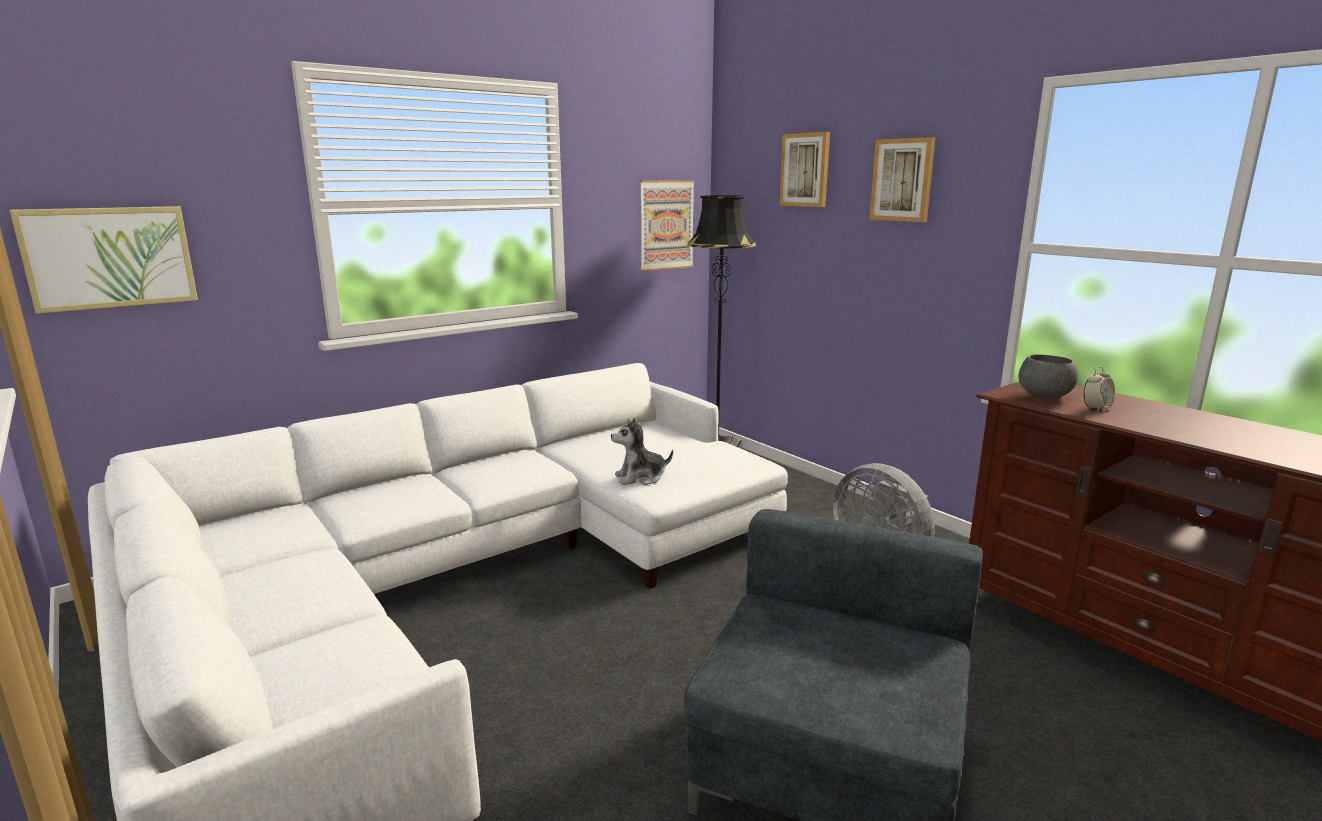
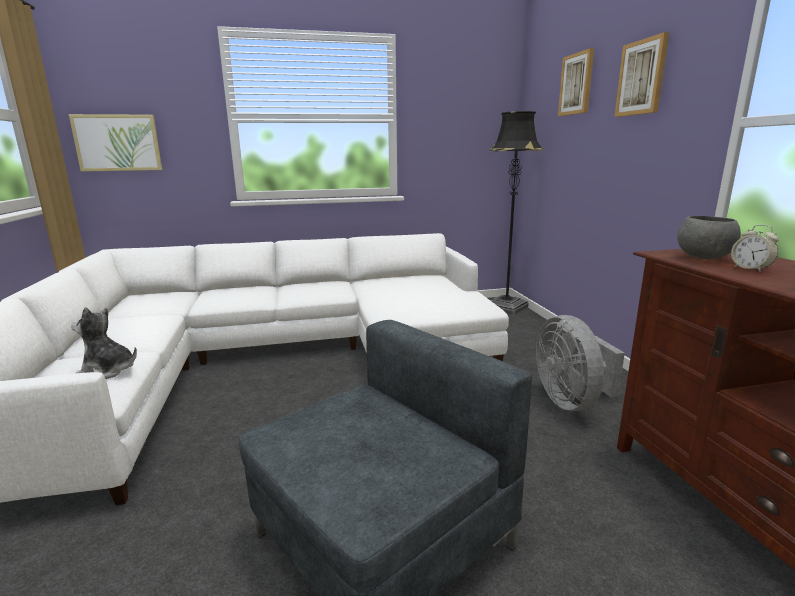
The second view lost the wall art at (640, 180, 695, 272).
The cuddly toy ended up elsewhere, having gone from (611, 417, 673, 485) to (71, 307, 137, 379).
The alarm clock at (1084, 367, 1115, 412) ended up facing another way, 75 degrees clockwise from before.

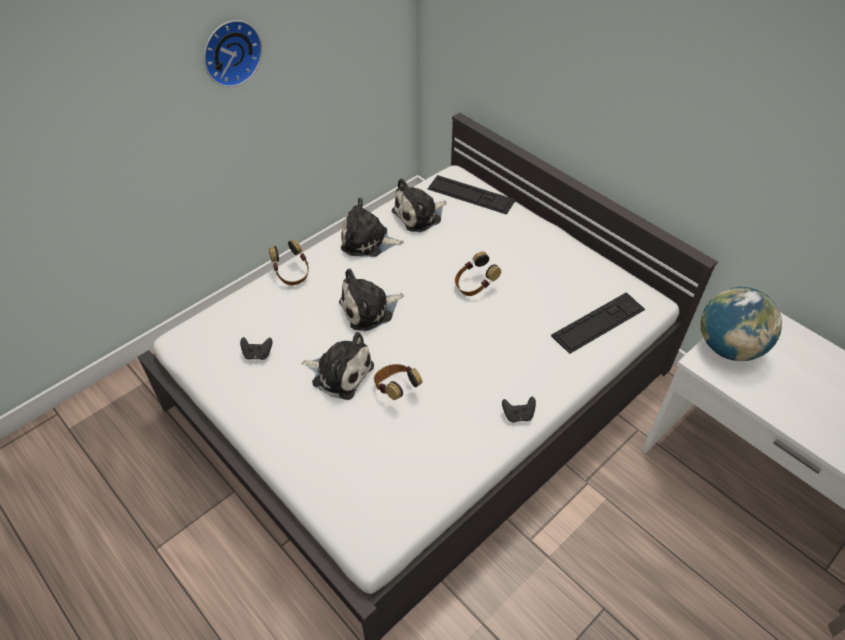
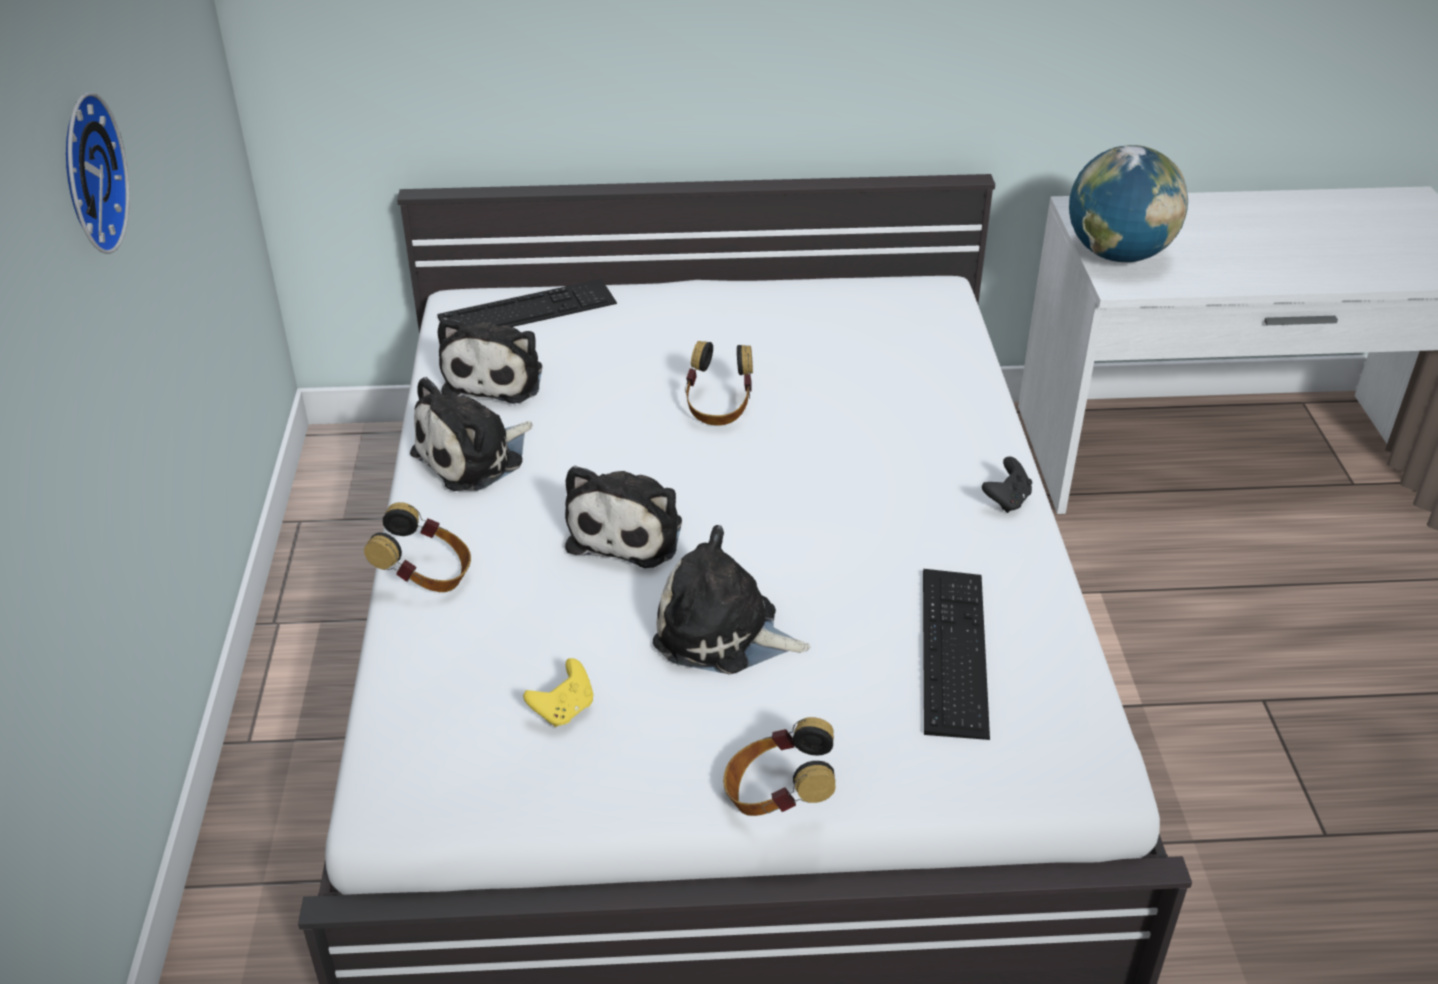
The headset ended up elsewhere, having gone from (374, 364, 422, 400) to (723, 717, 836, 816).
The PC keyboard ended up elsewhere, having gone from (551, 292, 645, 354) to (923, 569, 990, 740).
What was the blackish gamepad at (240, 337, 272, 360) turned into the yellow-coloured gamepad at (523, 658, 593, 727).
The cuddly toy at (301, 332, 374, 400) ended up facing another way, 135 degrees counterclockwise from before.

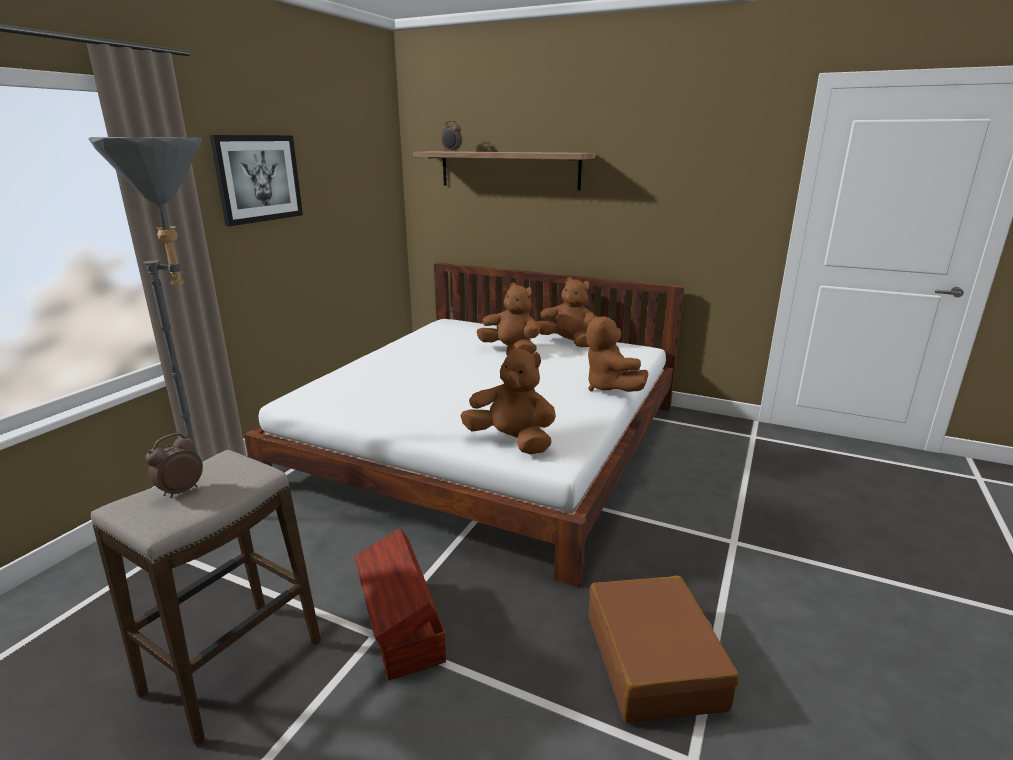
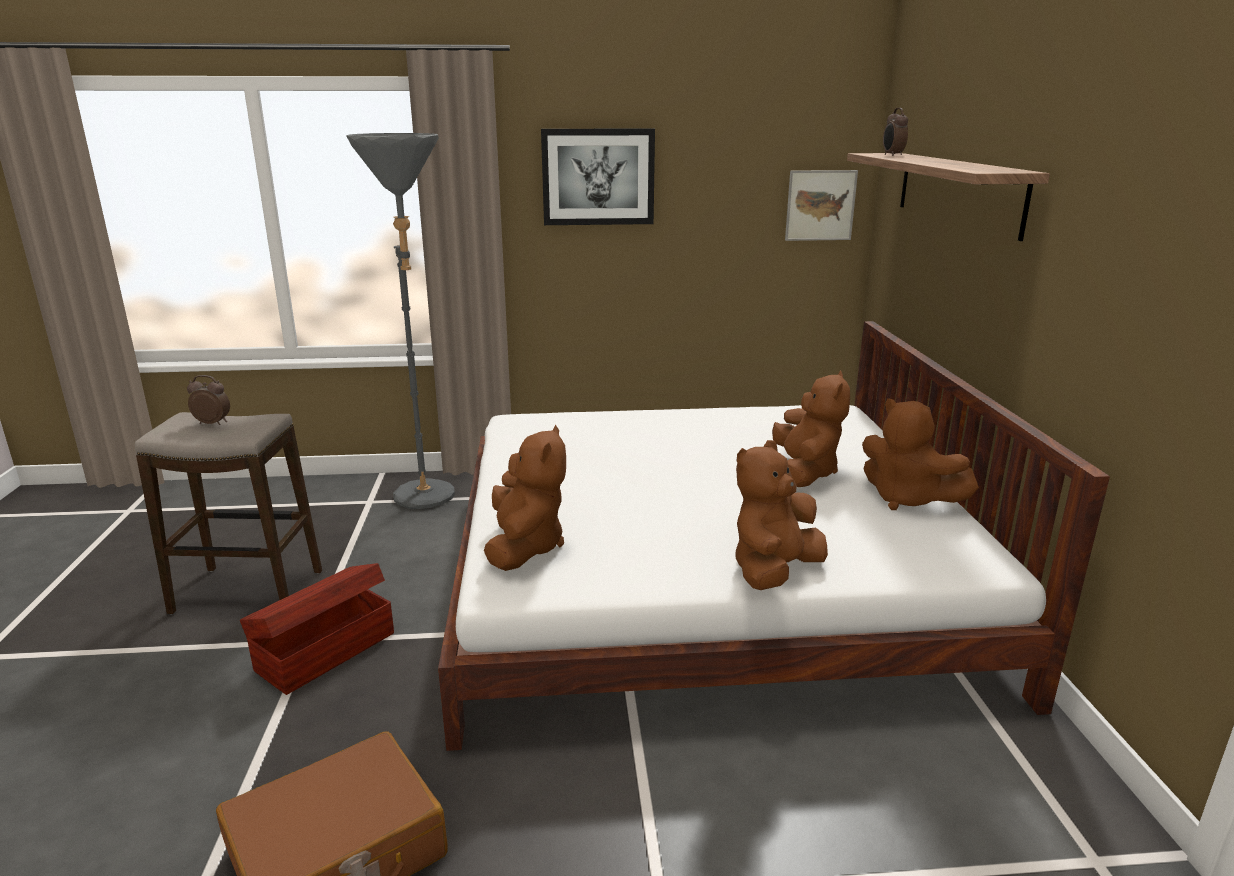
The second view gained the wall art at (785, 170, 858, 241).
The brown cuddly toy at (537, 277, 597, 347) ended up facing another way, 135 degrees clockwise from before.

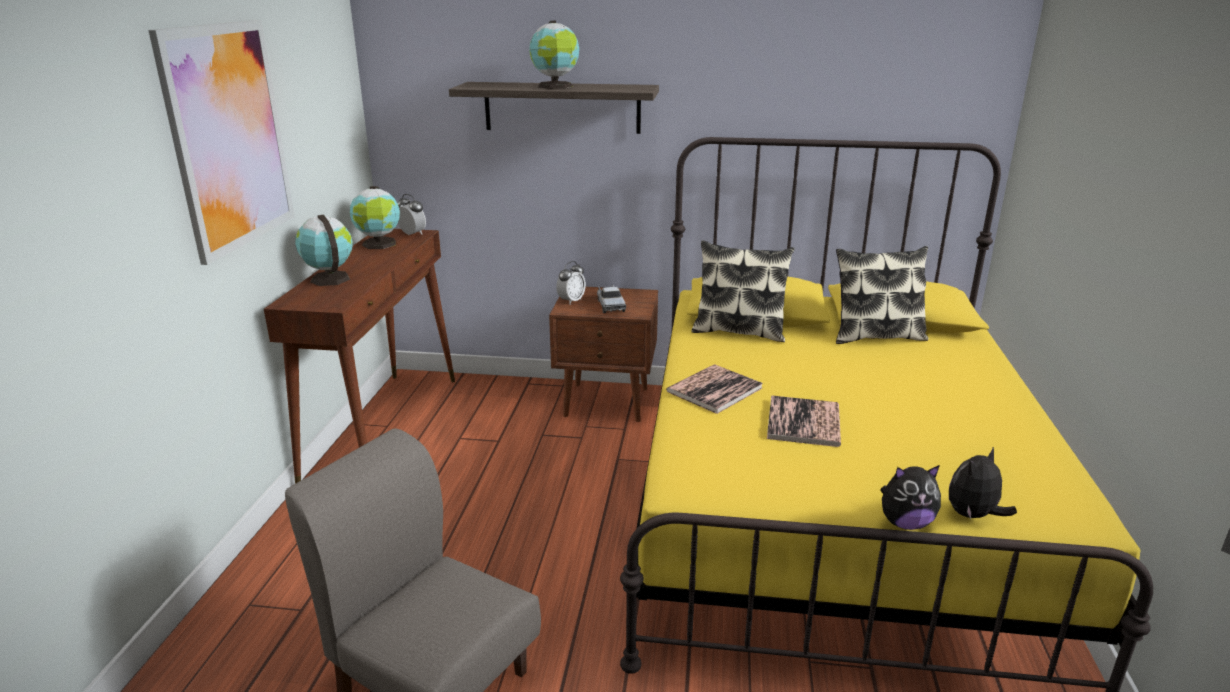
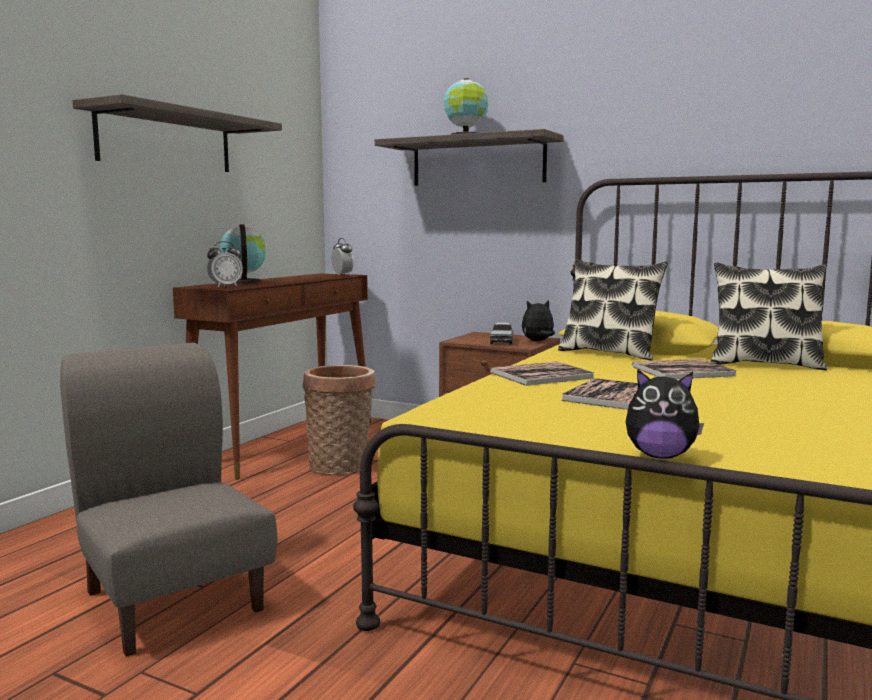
The second view lost the globe at (350, 186, 400, 249).
The second view gained the basket at (303, 365, 375, 476).
The second view gained the bound book at (632, 359, 737, 379).
The alarm clock ended up elsewhere, having gone from (557, 261, 586, 305) to (207, 241, 243, 287).
The cuddly toy ended up elsewhere, having gone from (949, 447, 1017, 519) to (522, 300, 555, 341).
Where the wall art hung at (148, 20, 295, 265), the bracket shelf came to hang at (73, 94, 282, 172).

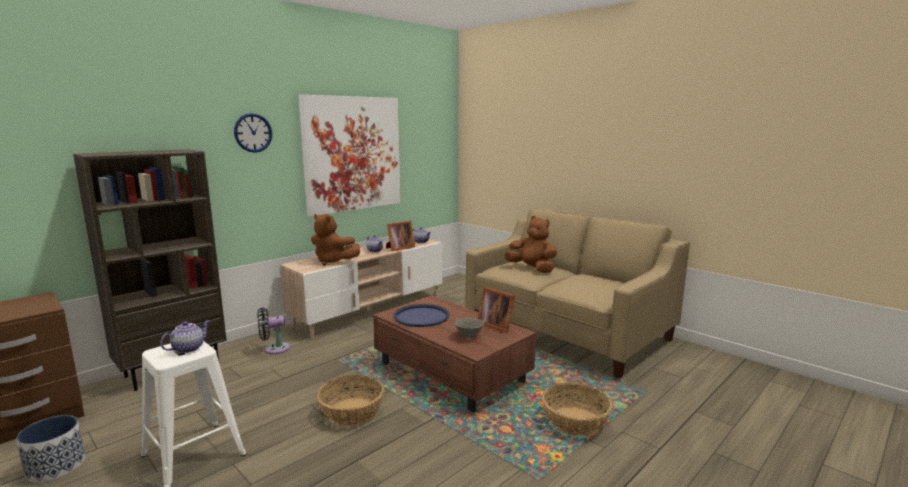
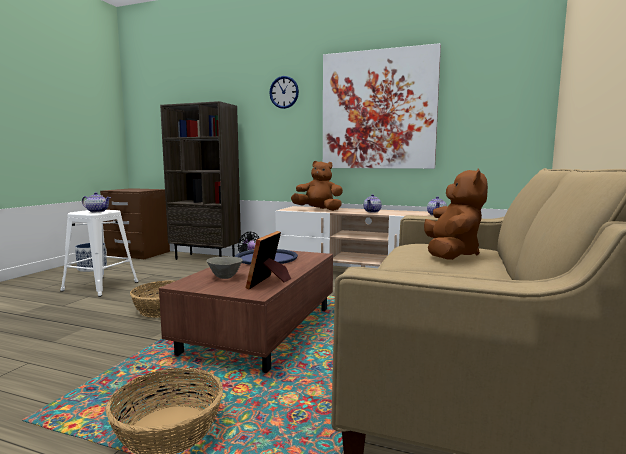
The second view lost the picture frame at (386, 221, 415, 251).
The brown cuddly toy at (311, 214, 360, 266) ended up facing another way, 105 degrees clockwise from before.

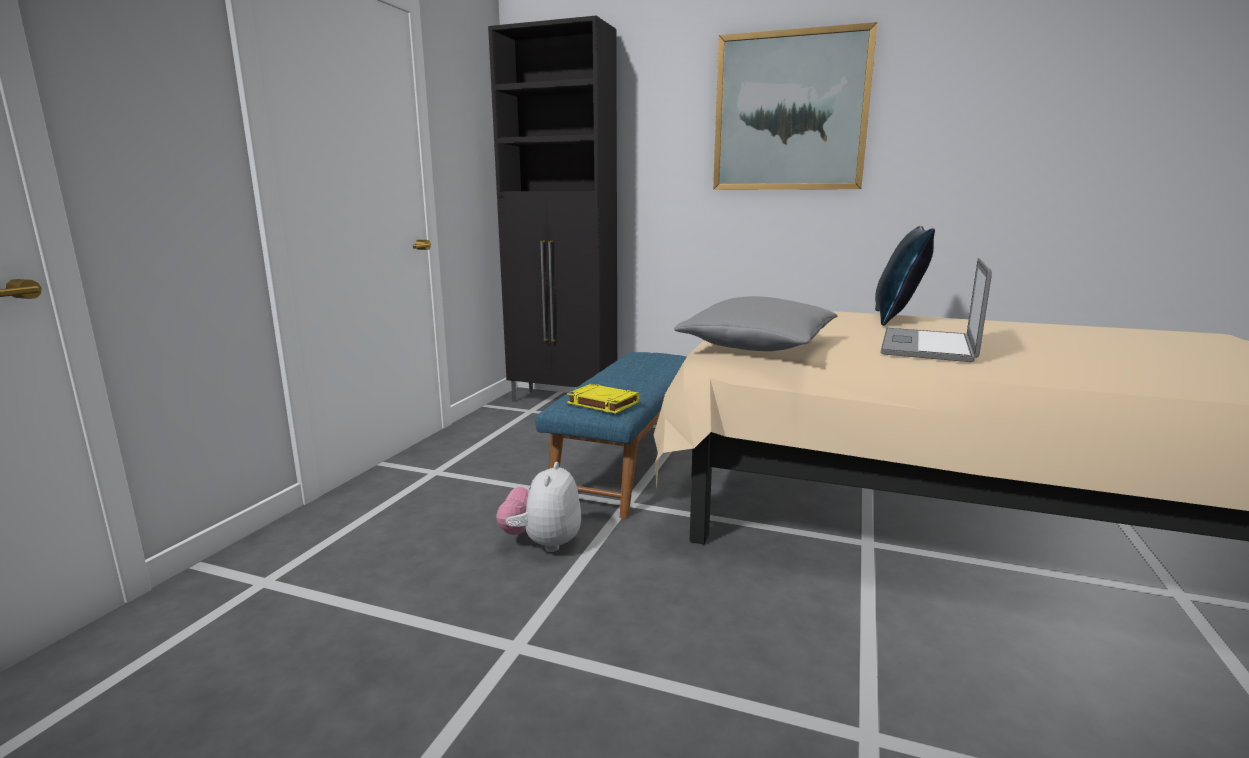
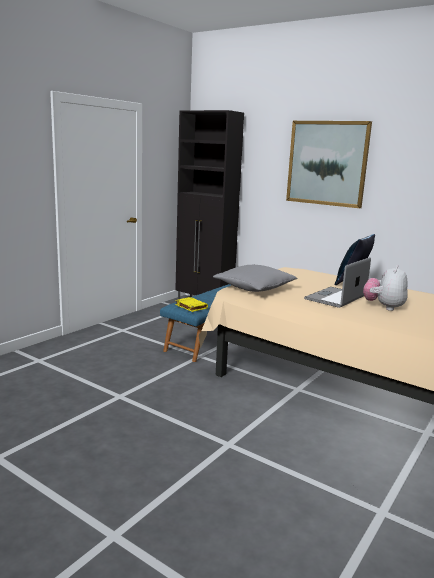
The cuddly toy ended up elsewhere, having gone from (496, 462, 581, 552) to (363, 265, 408, 311).

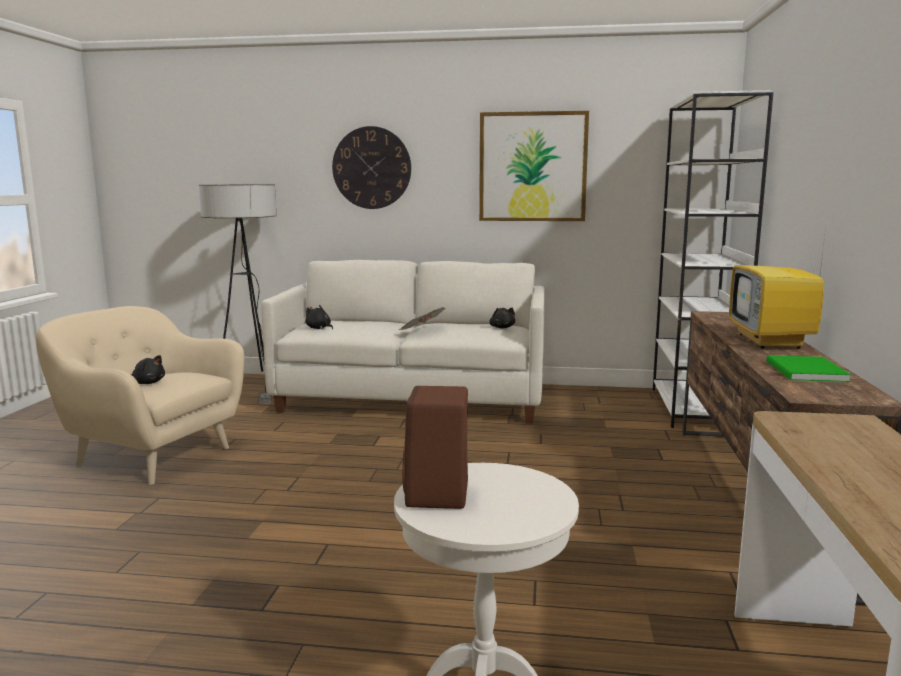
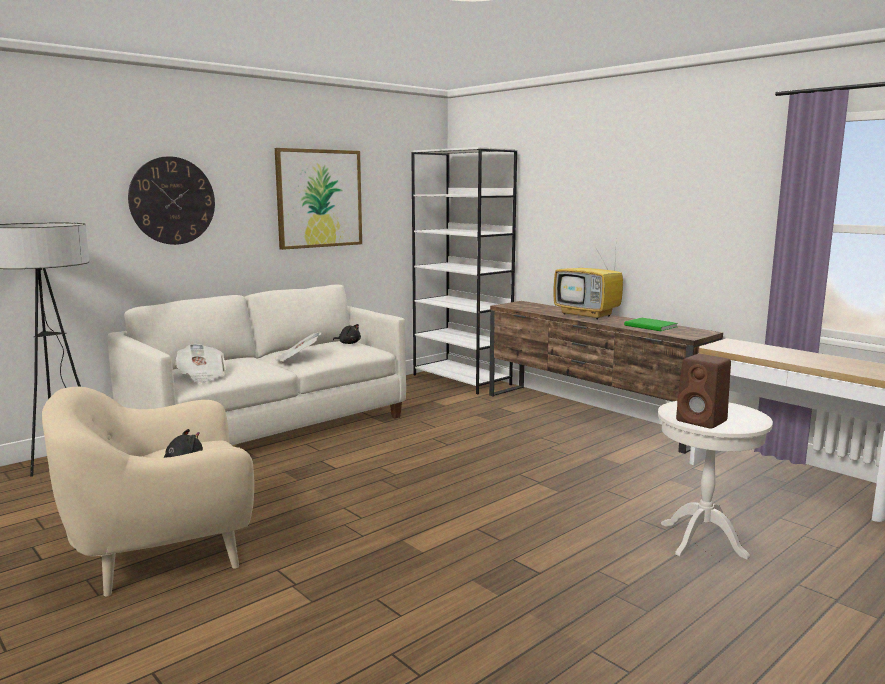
Where the blackish cuddly toy stood at (305, 305, 333, 329), the printed paper came to stand at (175, 343, 225, 383).

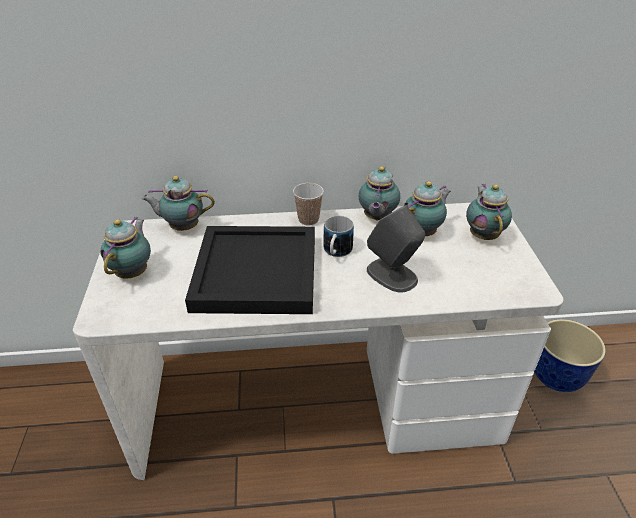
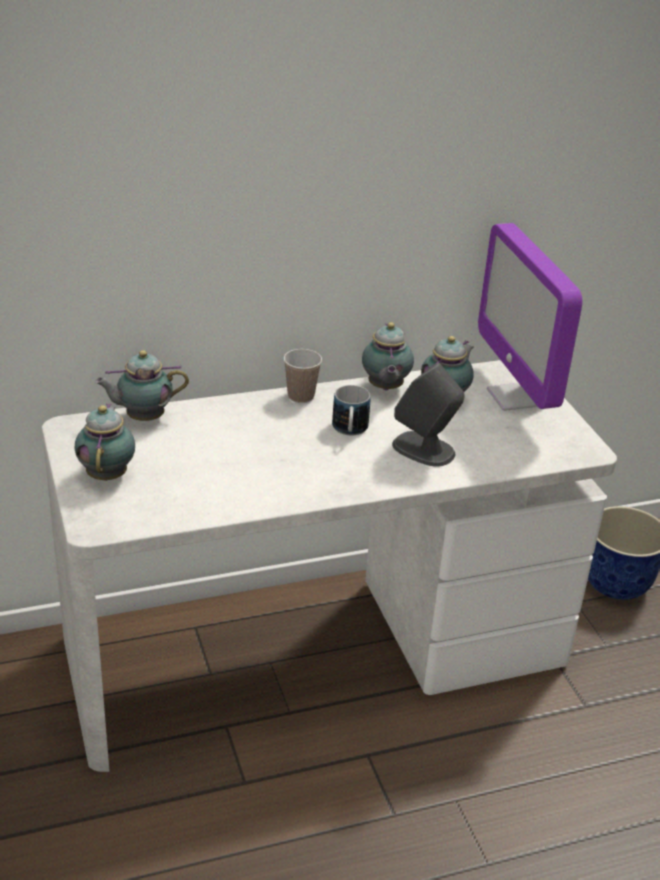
The second view lost the blackish tray at (185, 226, 315, 314).
Where the tea pot stood at (466, 184, 512, 240), the computer screen came to stand at (478, 223, 582, 411).

